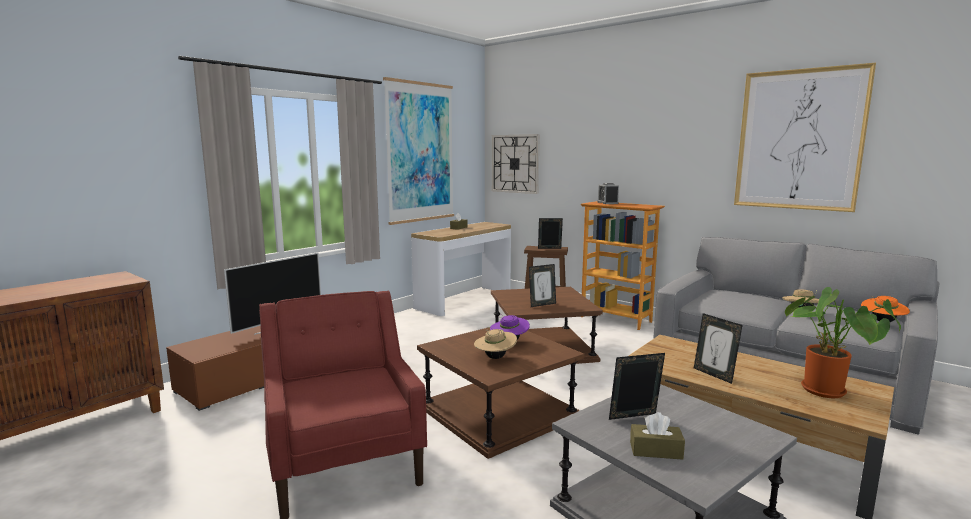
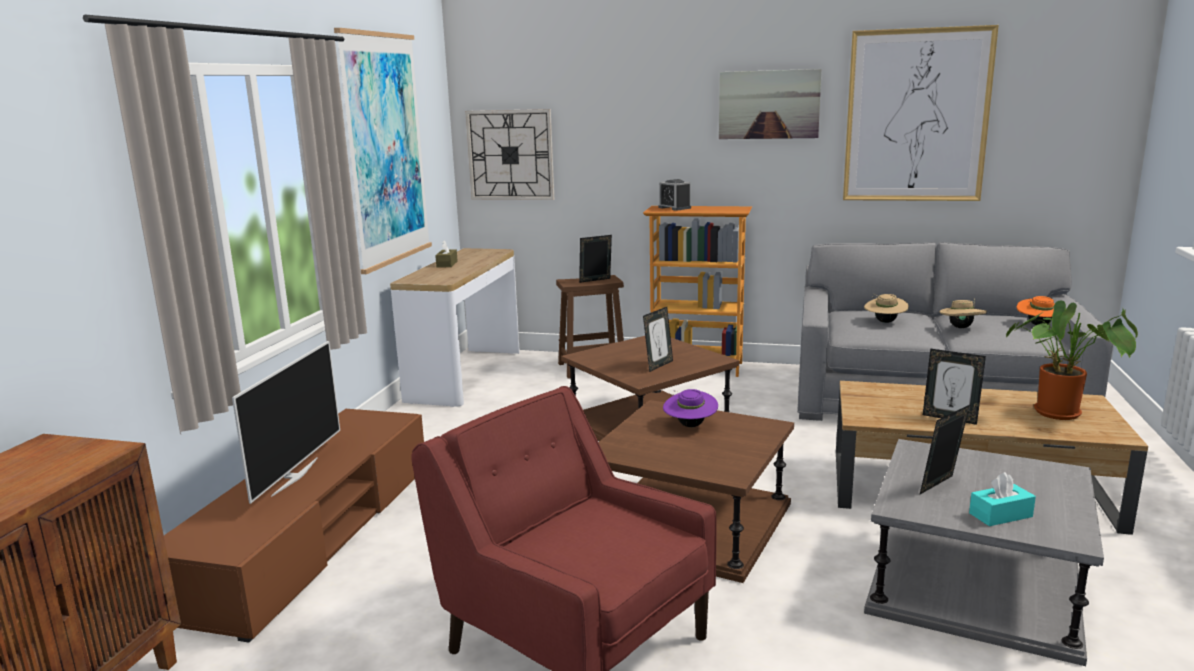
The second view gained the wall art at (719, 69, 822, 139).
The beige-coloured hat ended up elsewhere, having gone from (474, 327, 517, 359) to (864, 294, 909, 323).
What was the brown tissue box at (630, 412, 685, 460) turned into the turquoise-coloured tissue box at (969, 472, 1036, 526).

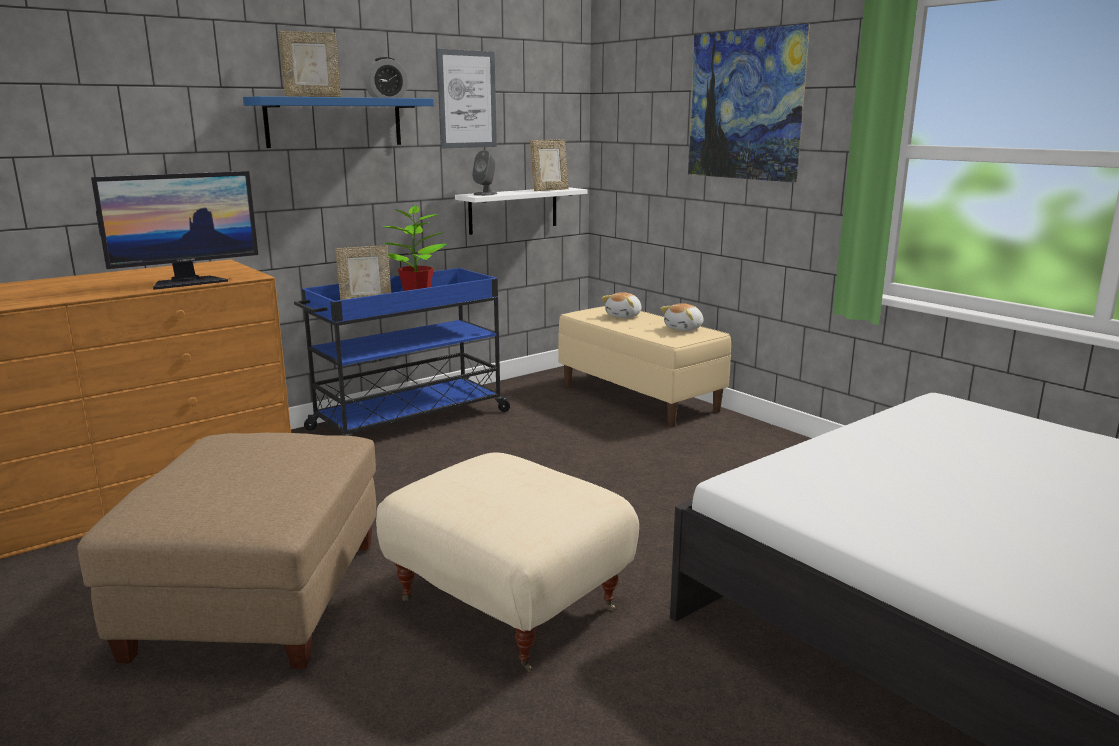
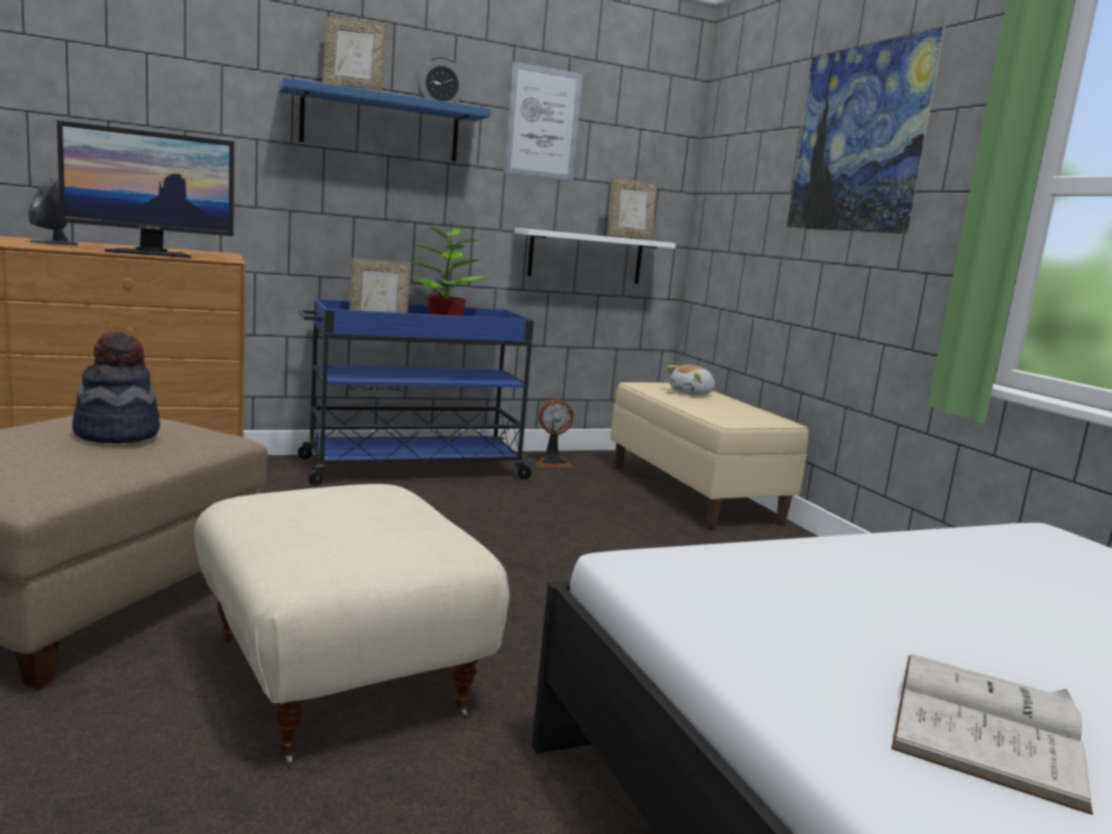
The second view lost the cuddly toy at (660, 303, 704, 331).
The second view gained the hat at (72, 331, 160, 444).
The second view gained the electric fan at (536, 399, 574, 468).
The second view gained the whitish bound book at (891, 654, 1093, 815).
The greyish loudspeaker ended up elsewhere, having gone from (472, 150, 497, 196) to (28, 178, 78, 245).

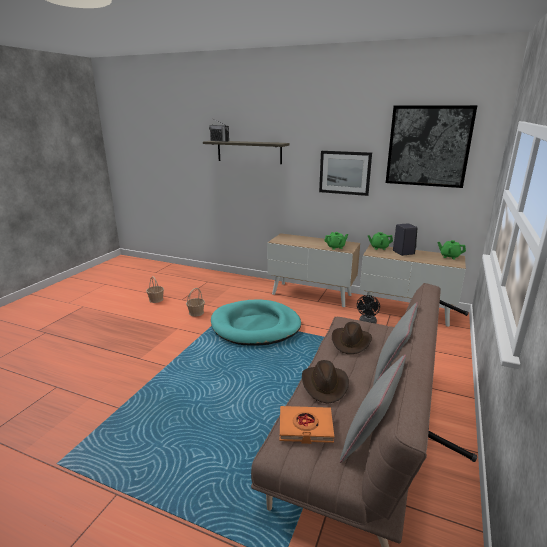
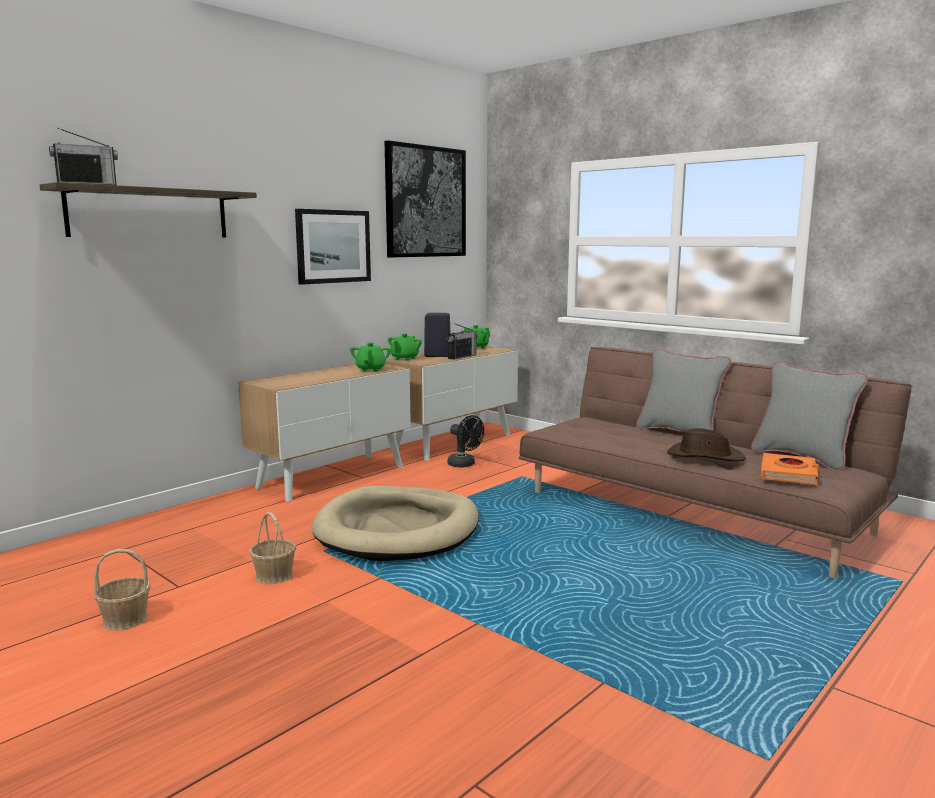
The second view lost the brown hat at (332, 322, 372, 354).
The second view gained the radio receiver at (448, 323, 478, 360).
What was the turquoise-coloured dog cushion at (211, 299, 301, 346) turned into the beige-coloured dog cushion at (312, 486, 478, 561).

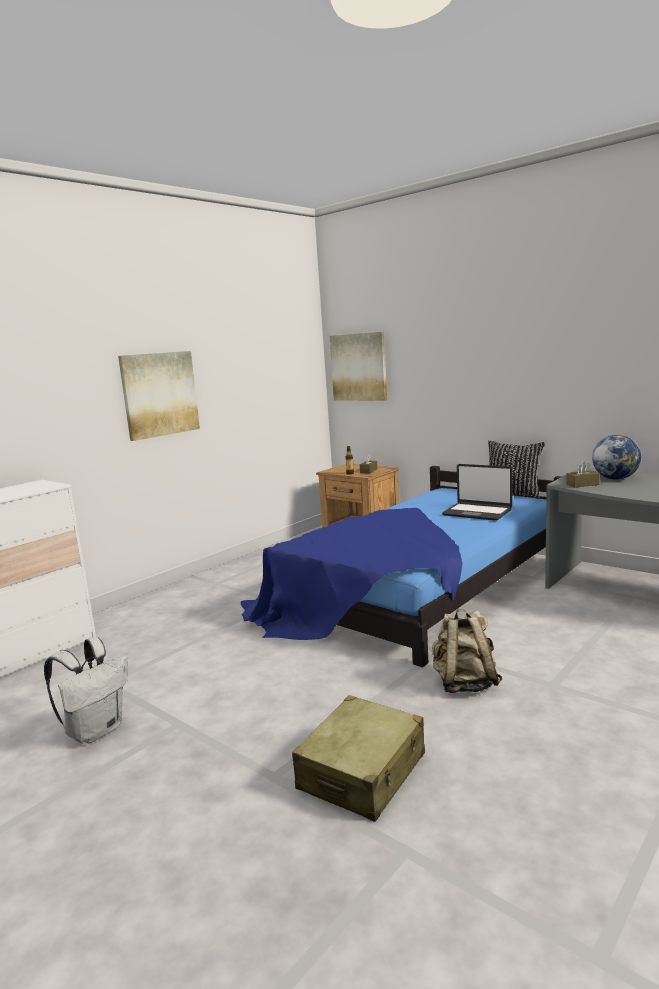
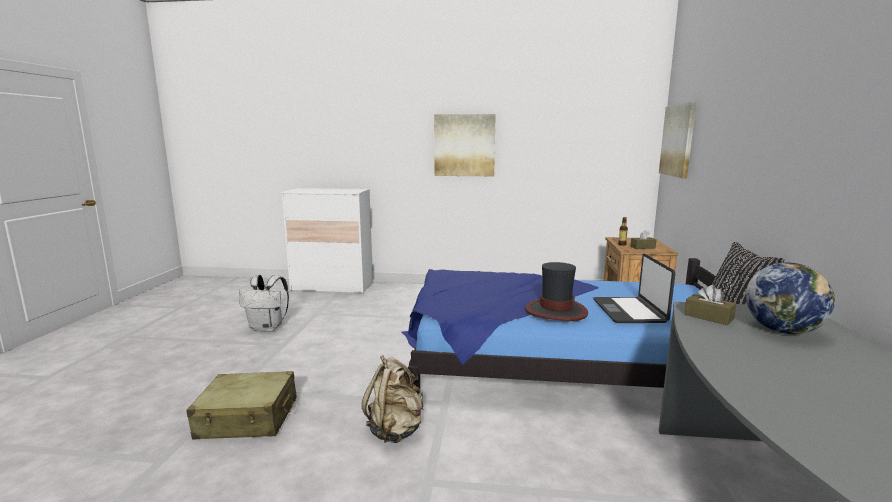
The second view gained the hat at (525, 262, 588, 321).

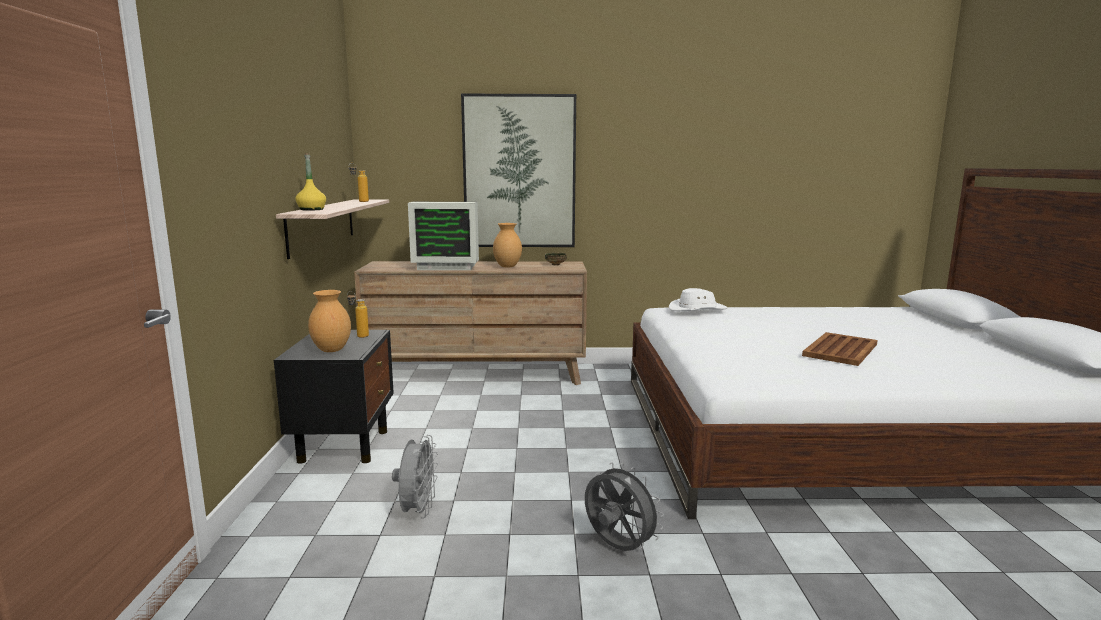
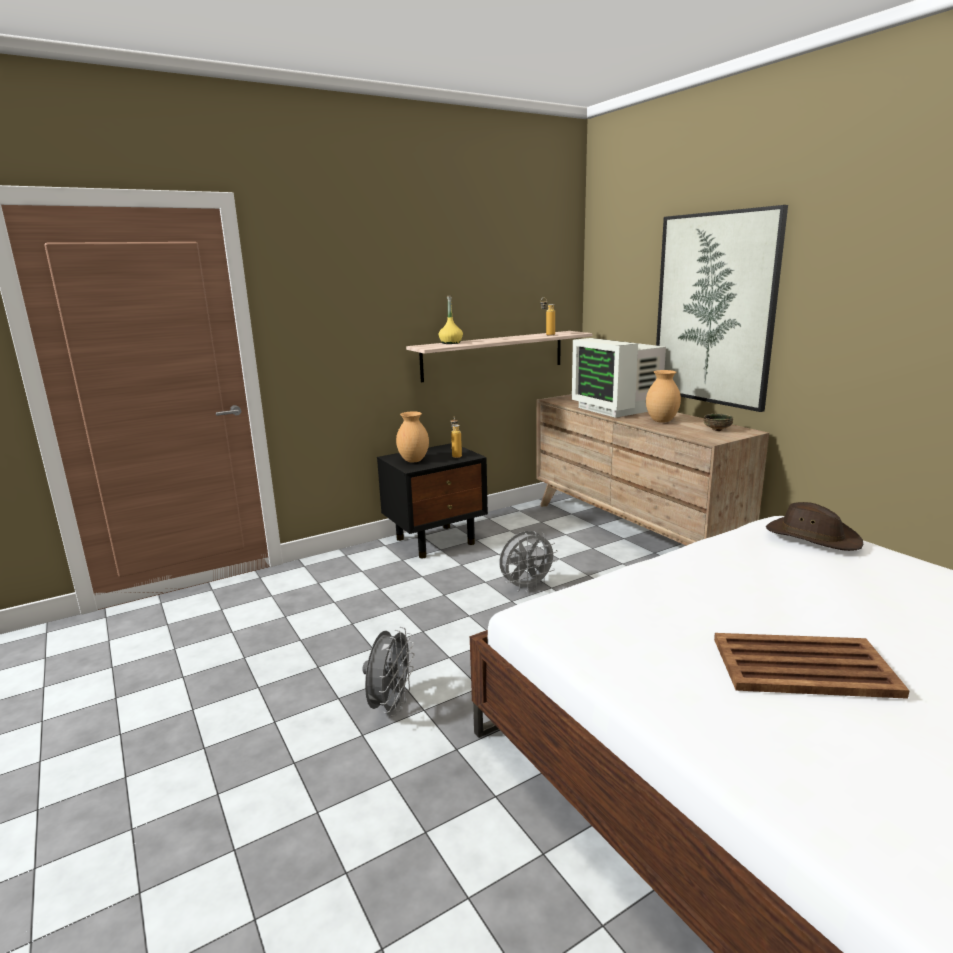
The greyish electric fan ended up elsewhere, having gone from (392, 435, 438, 518) to (500, 531, 558, 592).
What was the whitish hat at (669, 288, 727, 311) turned into the brown hat at (766, 502, 864, 551).

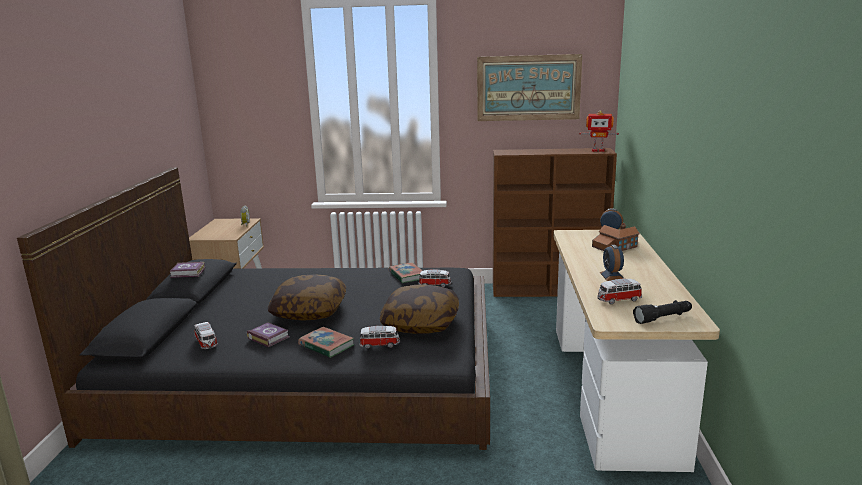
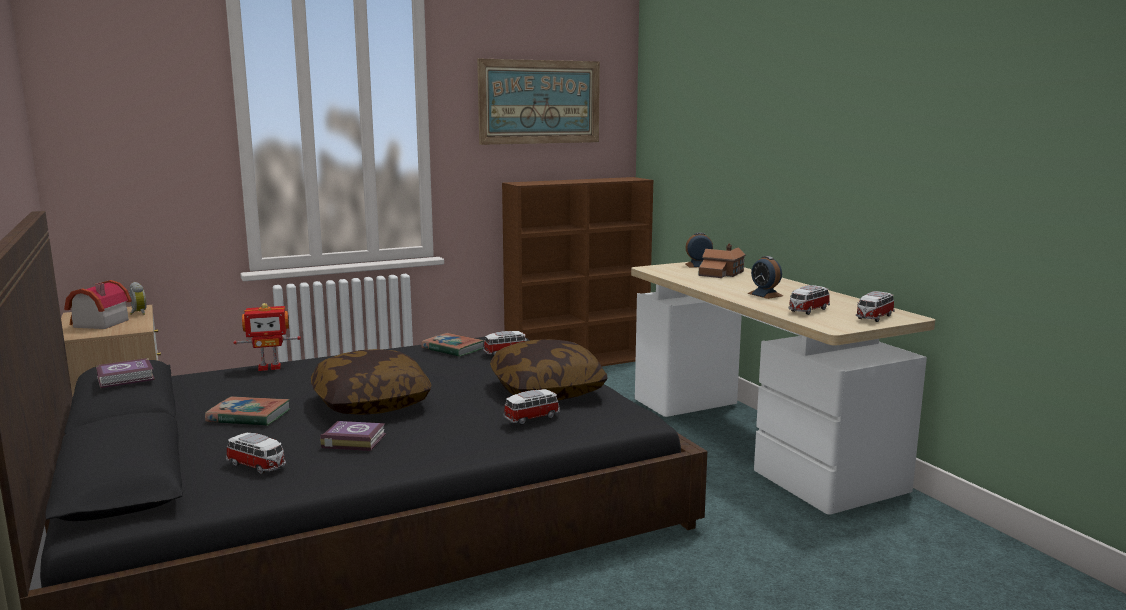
The second view gained the model house at (64, 280, 132, 329).
The bound book ended up elsewhere, having gone from (298, 327, 354, 358) to (205, 396, 290, 426).
The robot figure ended up elsewhere, having gone from (579, 111, 619, 152) to (233, 303, 301, 371).
Where the blackish hand torch stood at (633, 300, 692, 324), the model car came to stand at (856, 291, 895, 322).

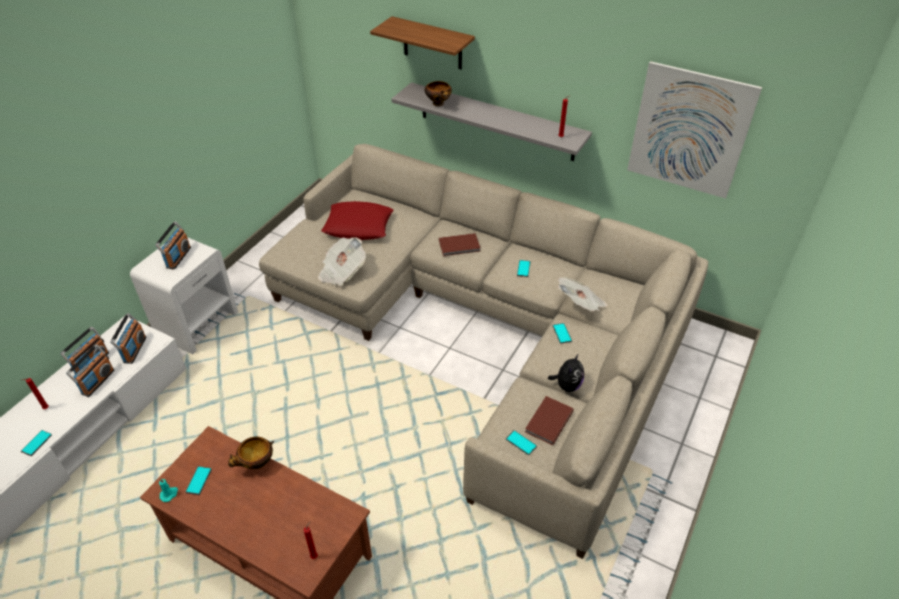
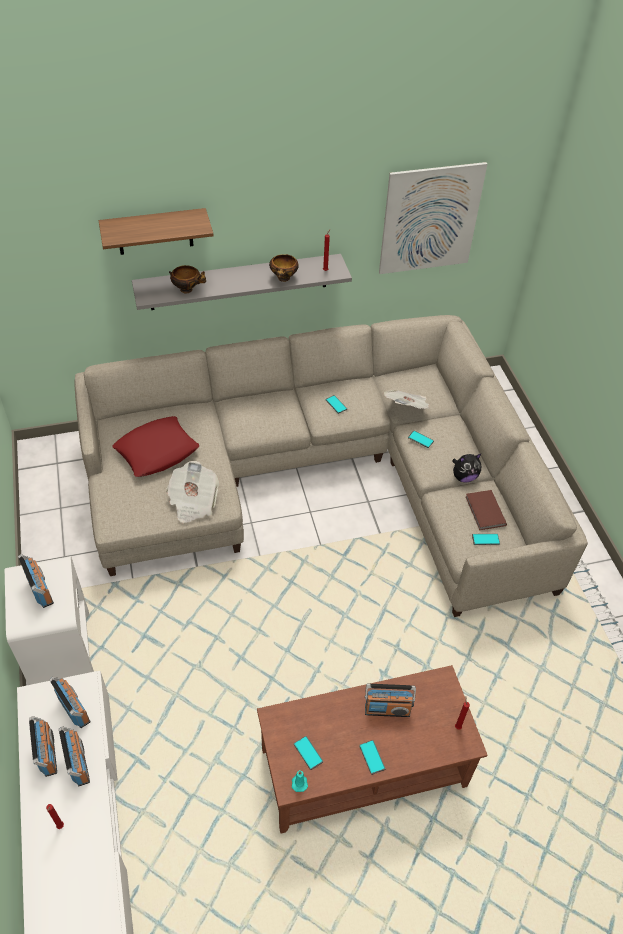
The second view lost the brown bound book at (439, 233, 480, 256).
The second view gained the radio receiver at (365, 684, 416, 717).
The telephone ended up elsewhere, having gone from (21, 430, 52, 456) to (359, 740, 385, 775).
The serving bowl ended up elsewhere, having gone from (228, 437, 274, 469) to (269, 254, 299, 282).
The cuddly toy at (548, 354, 584, 392) ended up facing another way, 90 degrees clockwise from before.

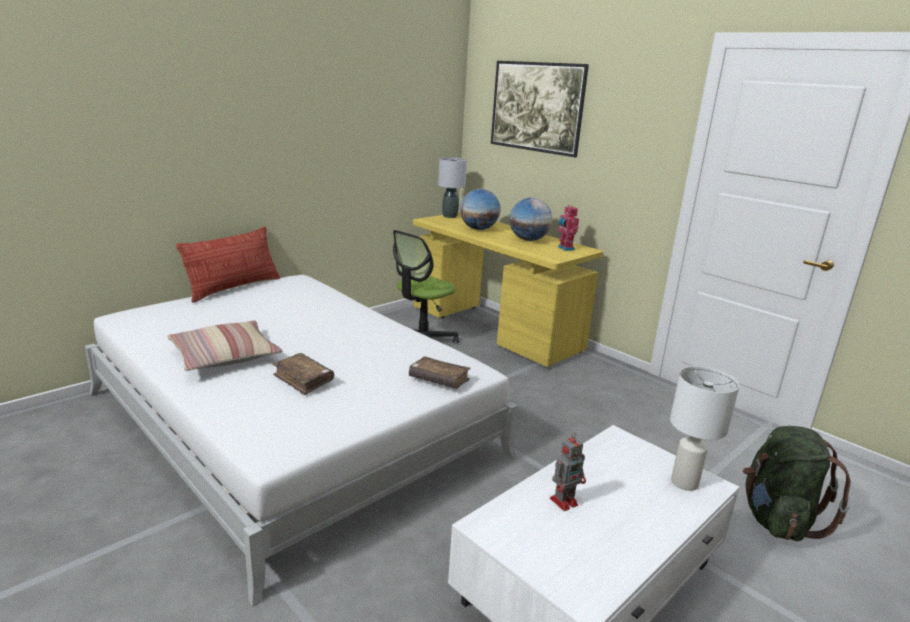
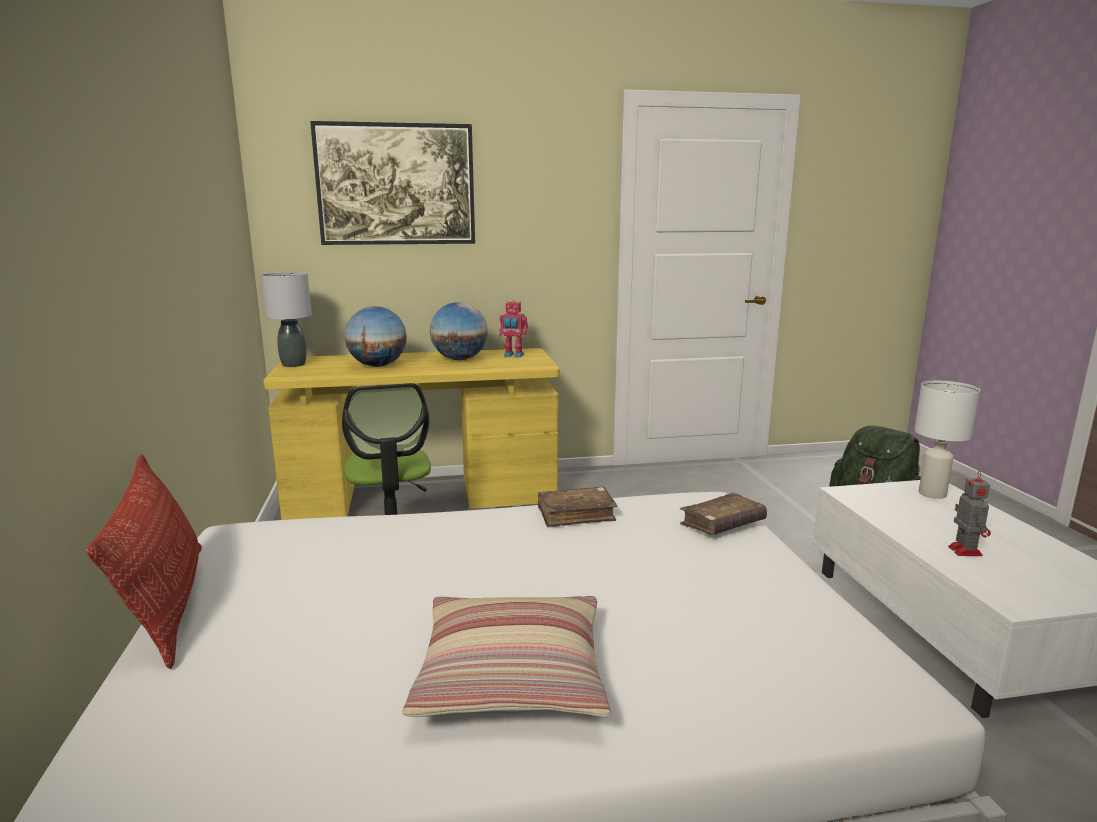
The brown bound book ended up elsewhere, having gone from (272, 353, 334, 395) to (538, 487, 618, 527).

